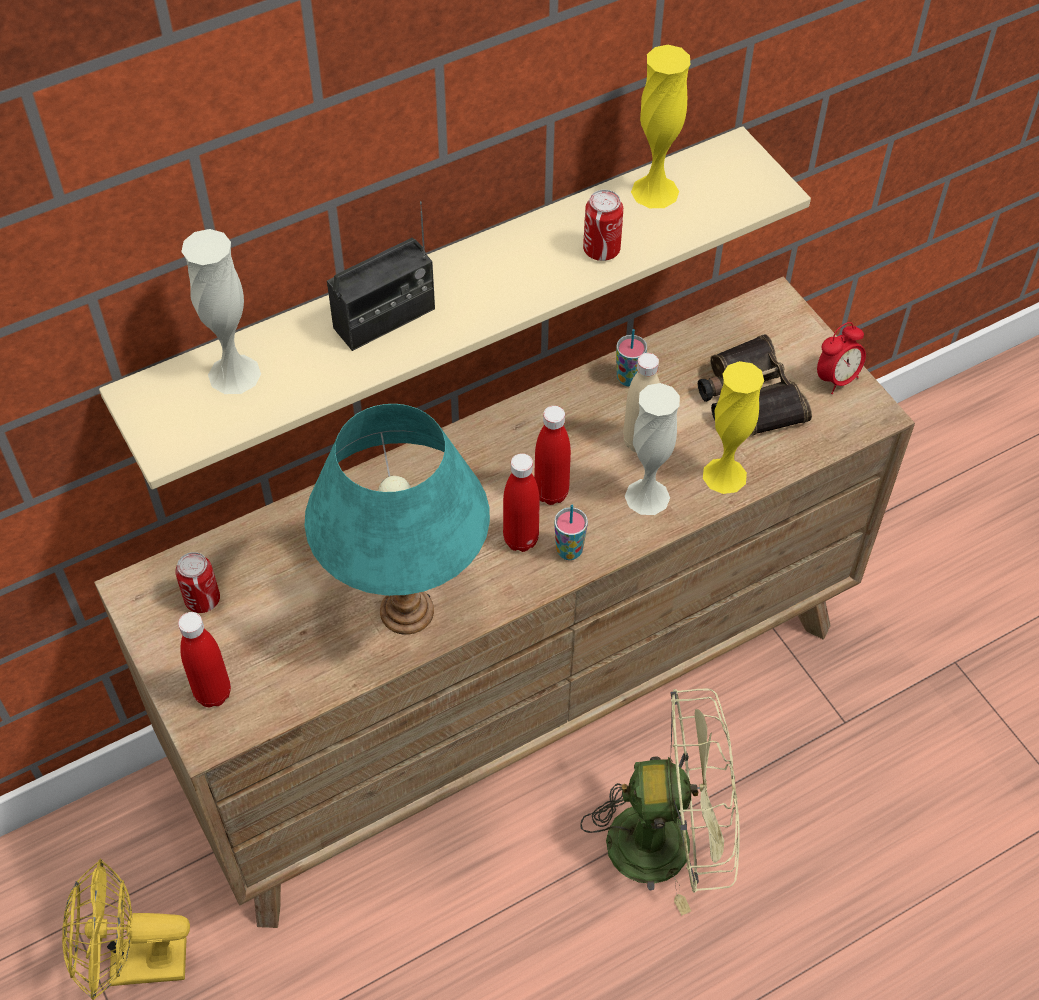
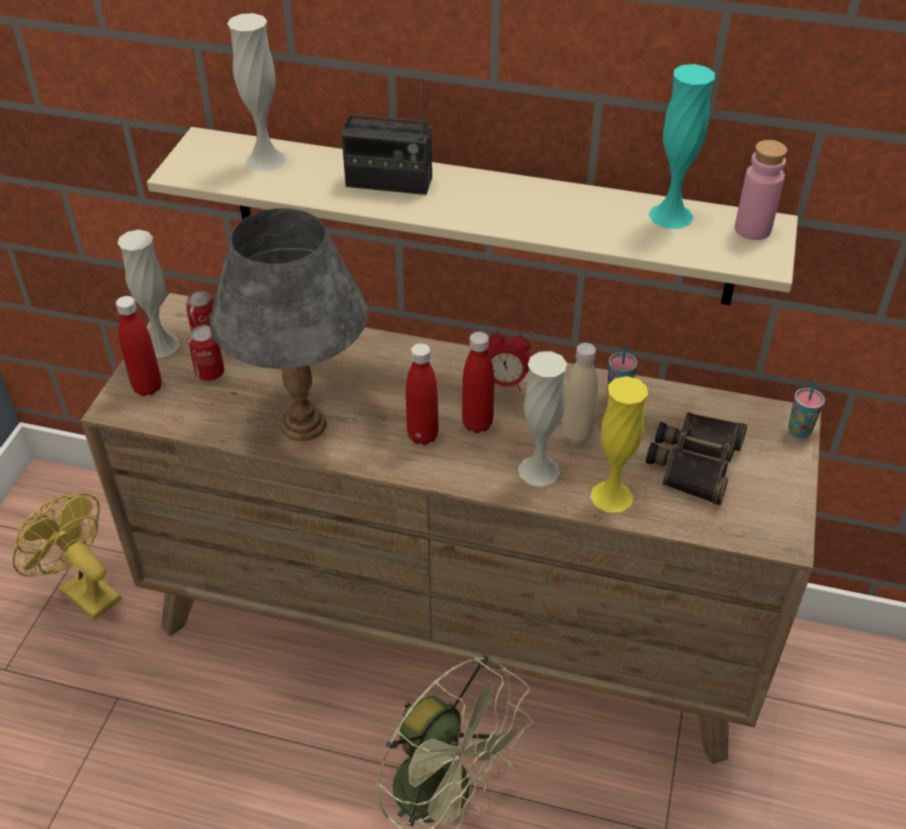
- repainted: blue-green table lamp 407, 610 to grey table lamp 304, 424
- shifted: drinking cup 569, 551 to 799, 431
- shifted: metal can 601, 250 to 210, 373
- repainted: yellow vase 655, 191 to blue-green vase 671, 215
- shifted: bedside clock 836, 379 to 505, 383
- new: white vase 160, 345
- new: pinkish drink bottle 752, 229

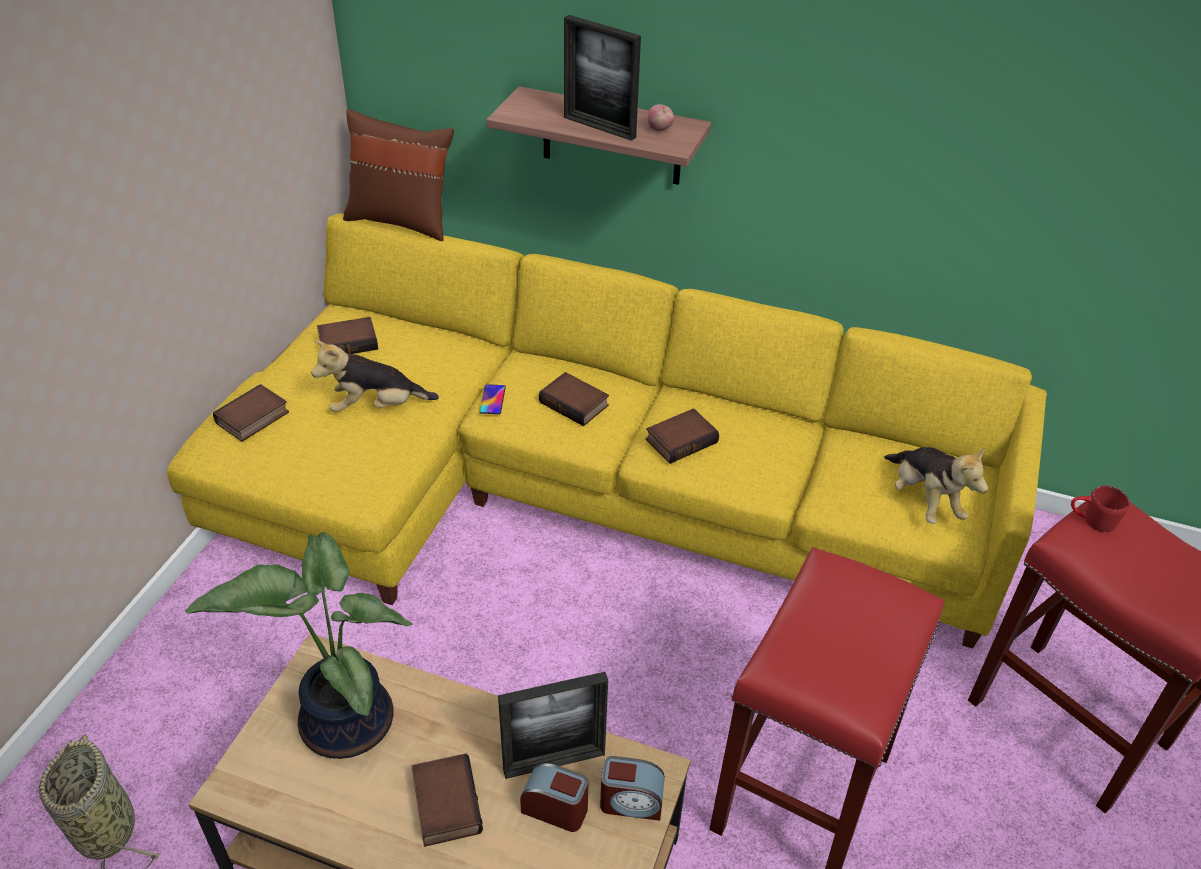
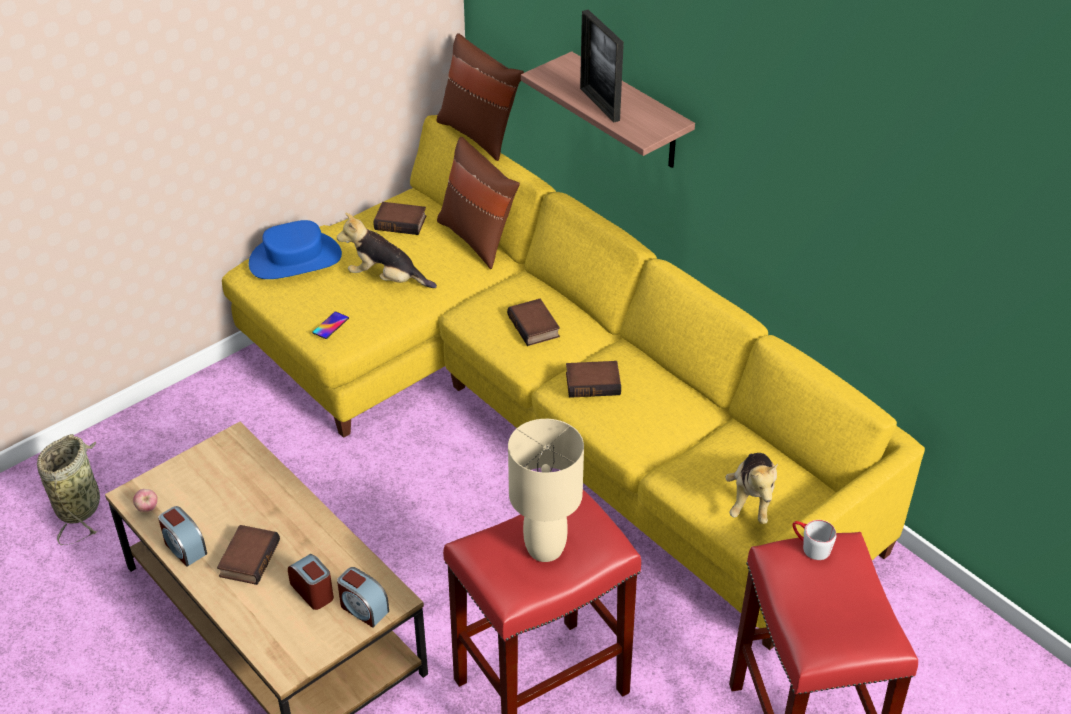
- gone: potted plant 342, 721
- swapped: bound book 253, 419 to blue-coloured clothing hat 295, 259
- shifted: handset 492, 399 to 330, 325
- gone: picture frame 554, 762
- shifted: apple 660, 130 to 147, 508
- repainted: red-coloured tea mug 1091, 520 to grey tea mug 810, 547
- new: bedside clock 184, 548
- new: brown-coloured cushion 478, 238
- new: beige table lamp 545, 549

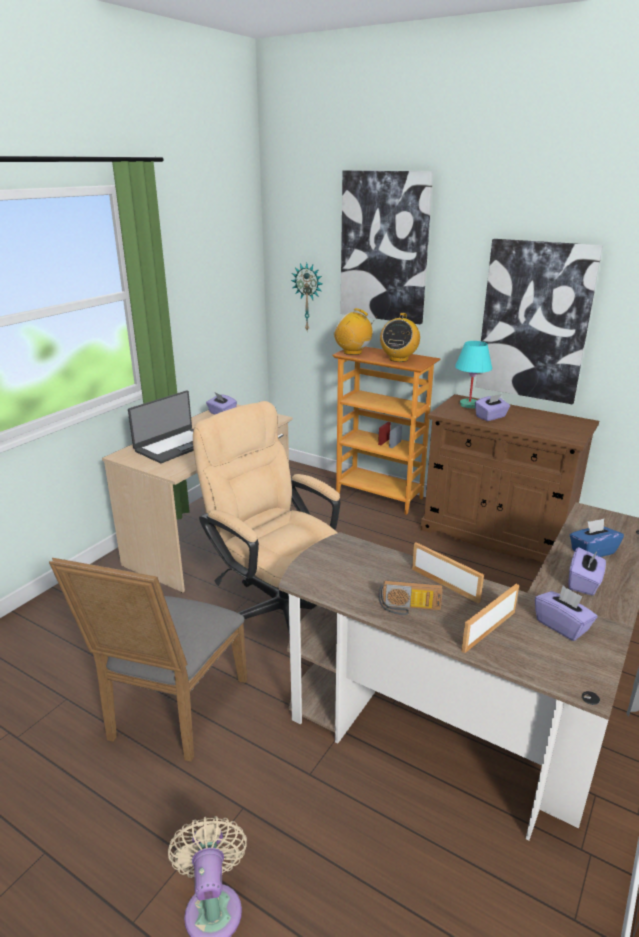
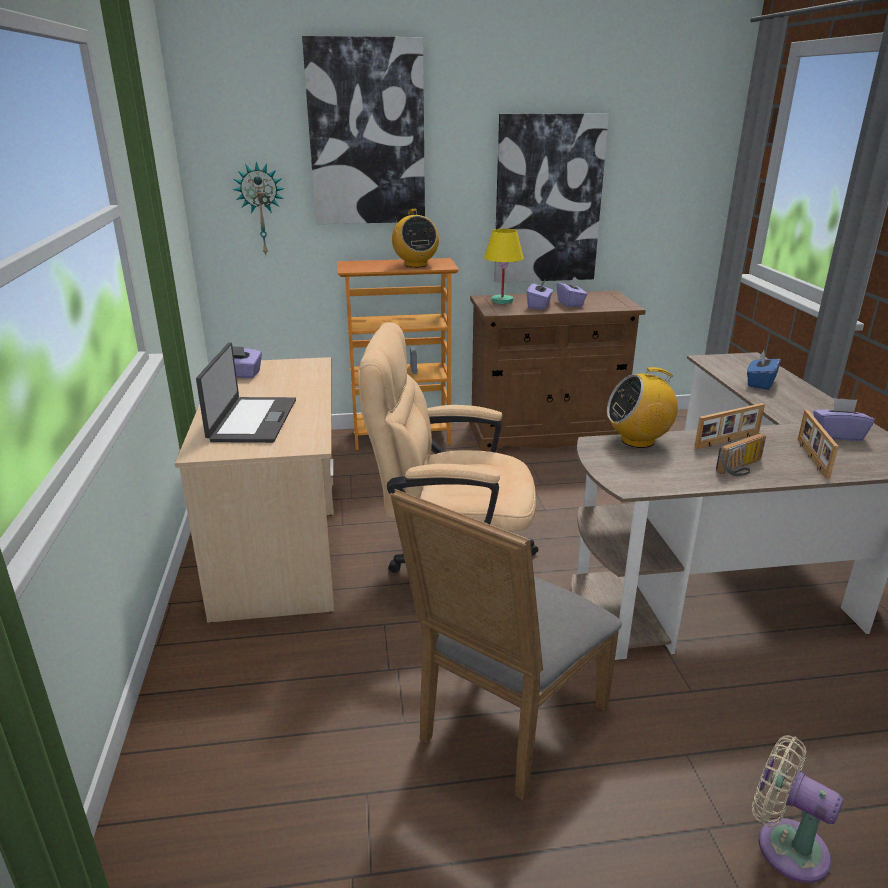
- rotated: grey plain chair 172, 712 = 504, 726 60 degrees clockwise
- shifted: radio receiver 353, 352 to 638, 440
- rotated: picture frame 445, 584 = 728, 441 150 degrees clockwise
- repainted: blue-green table lamp 469, 404 to yellow table lamp 501, 301
- shifted: purplish box of tissues 584, 583 to 570, 303

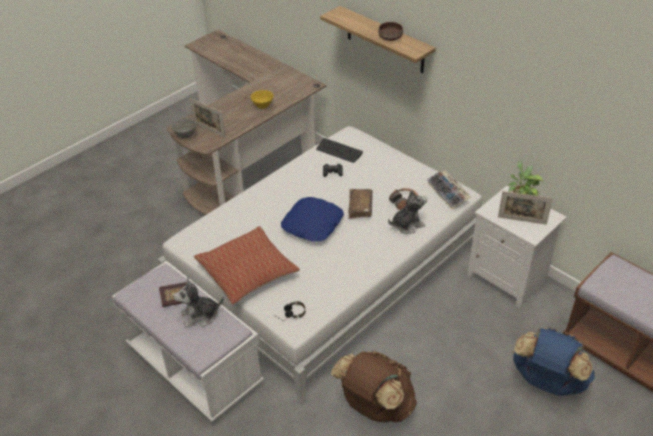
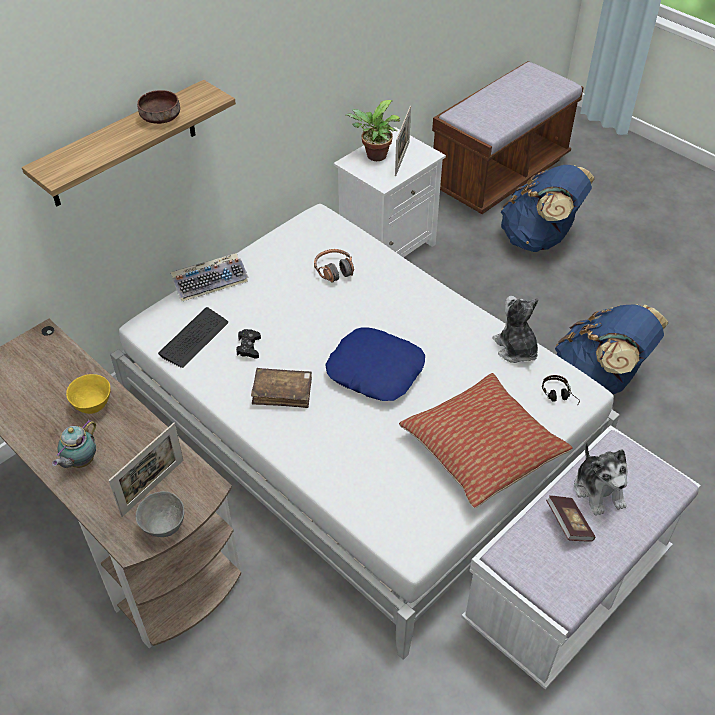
- repainted: brown-coloured knapsack 375, 406 to blue-coloured knapsack 598, 381
- shifted: brown-coloured bound book 360, 207 to 282, 392
- shifted: soft toy 407, 225 to 515, 349
- shifted: PC keyboard 448, 193 to 211, 281
- new: teapot 80, 462

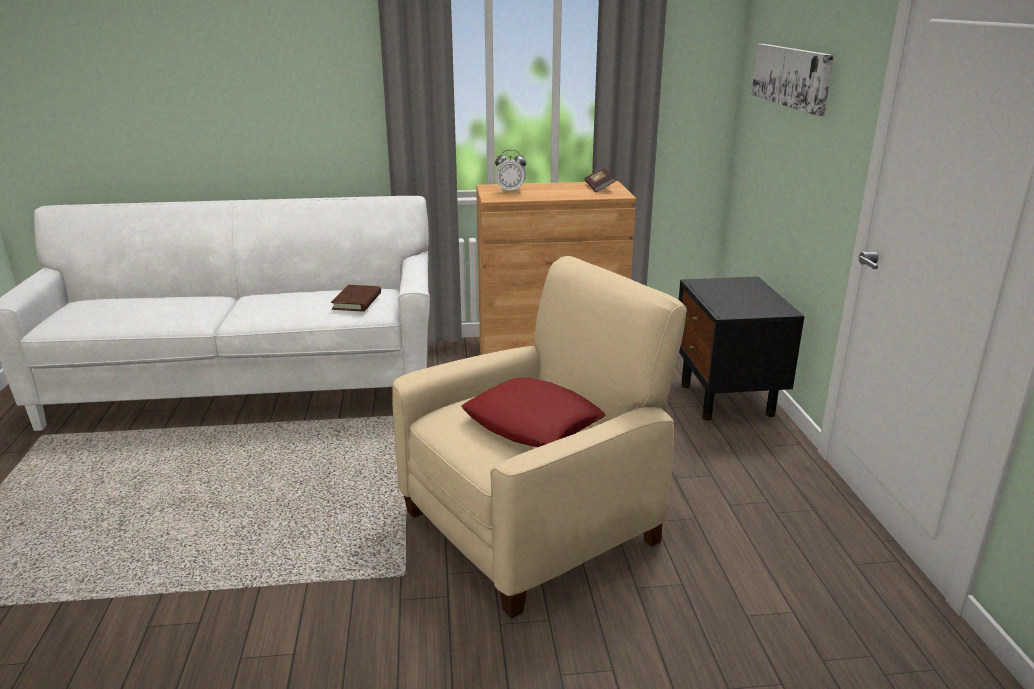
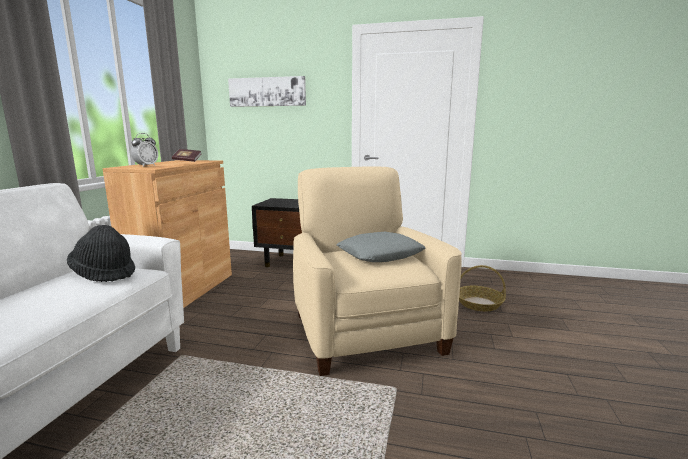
- swapped: brown-coloured bound book 357, 301 to black-coloured clothing hat 105, 274
- repainted: red-coloured cushion 532, 423 to grey cushion 380, 254
- new: household basket 479, 303

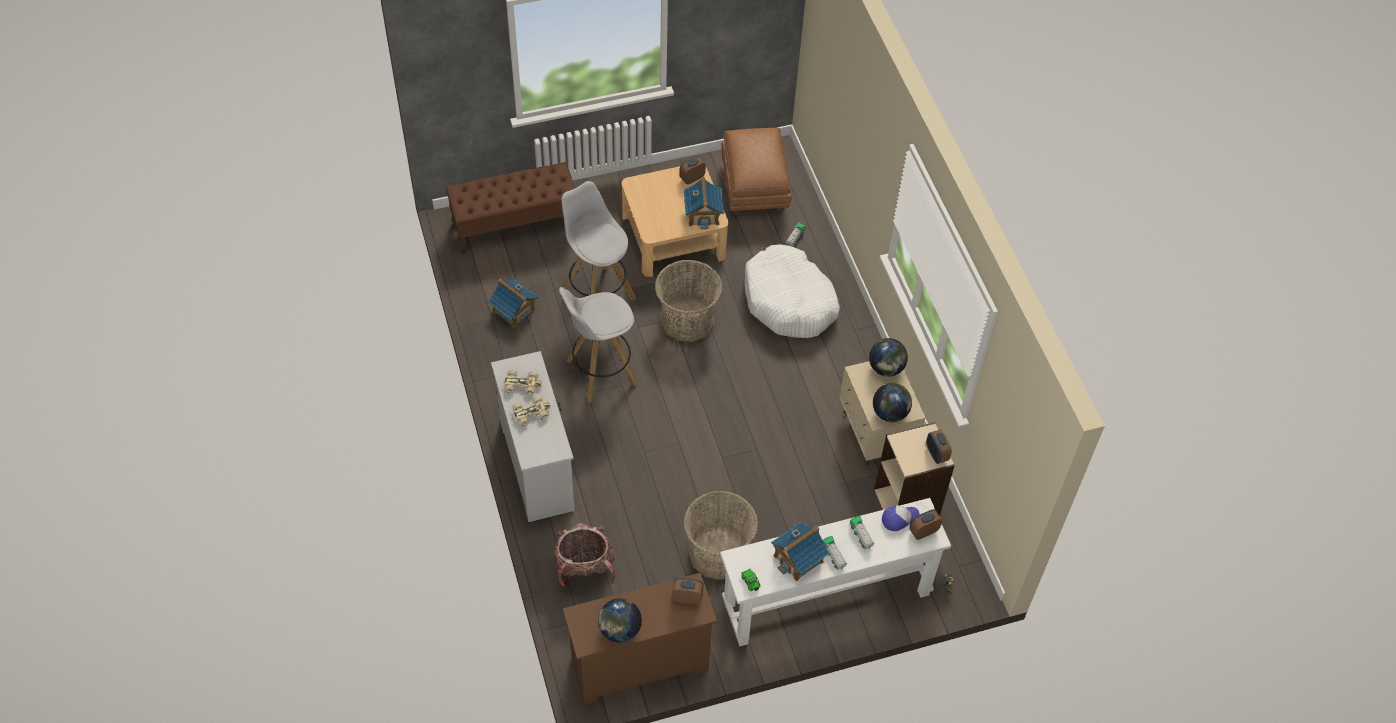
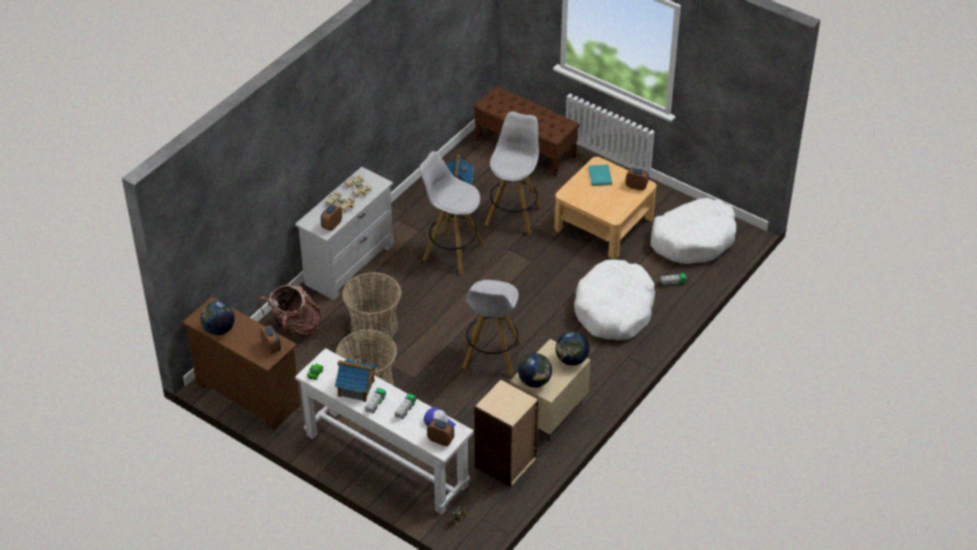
- shifted: household basket 687, 320 to 374, 327
- gone: model house 703, 213
- swapped: brown-coloured ottoman 755, 189 to white pet bed 693, 239
- shifted: bedside clock 936, 454 to 332, 225
- new: white sitting stool 491, 356
- new: blue-green bound book 599, 176

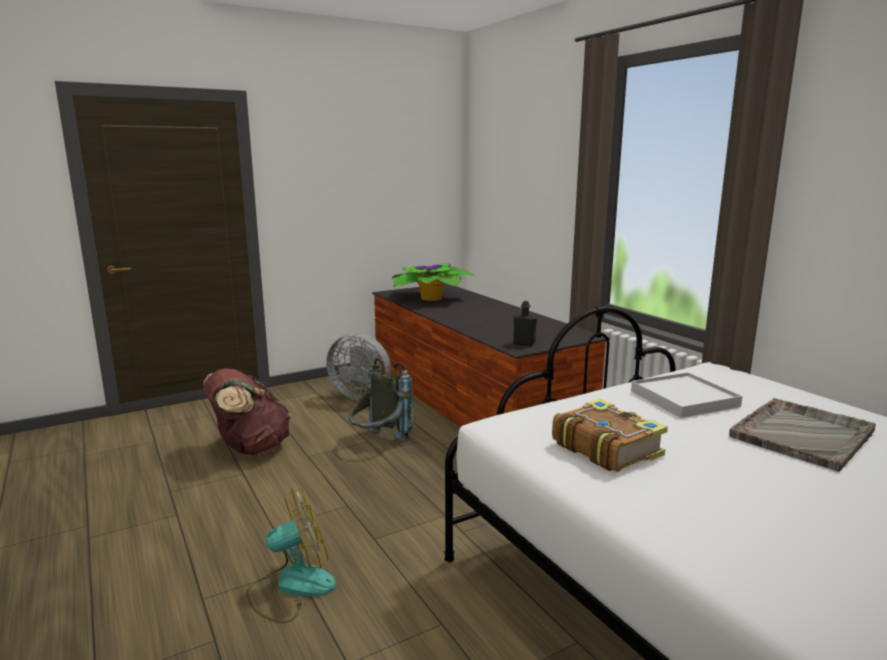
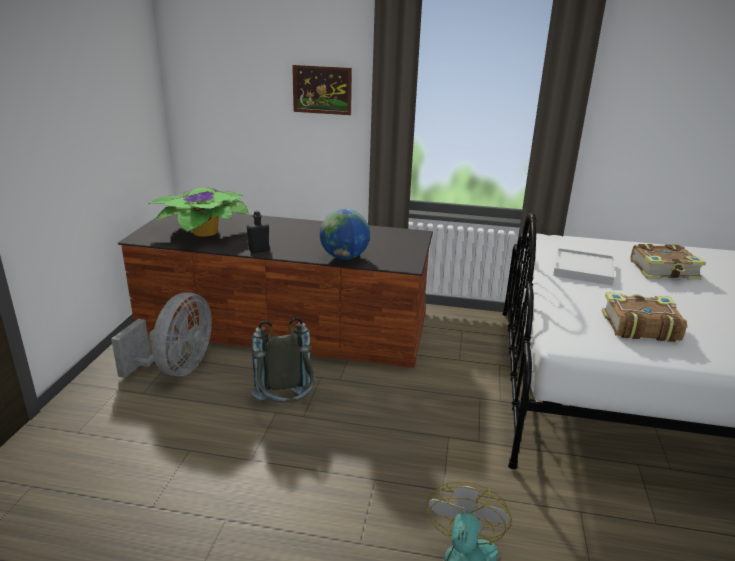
- gone: brown-coloured knapsack 250, 448
- rotated: grey fan 362, 395 = 176, 369 45 degrees counterclockwise
- shifted: black-coloured drink bottle 524, 343 to 259, 250
- swapped: grey tray 802, 434 to bound book 664, 271
- new: picture 322, 90
- new: globe 344, 257

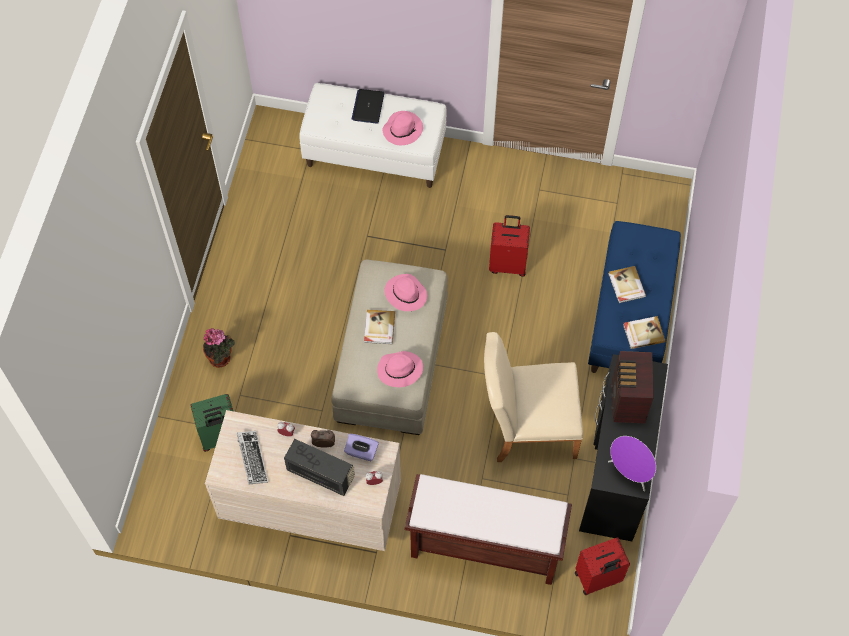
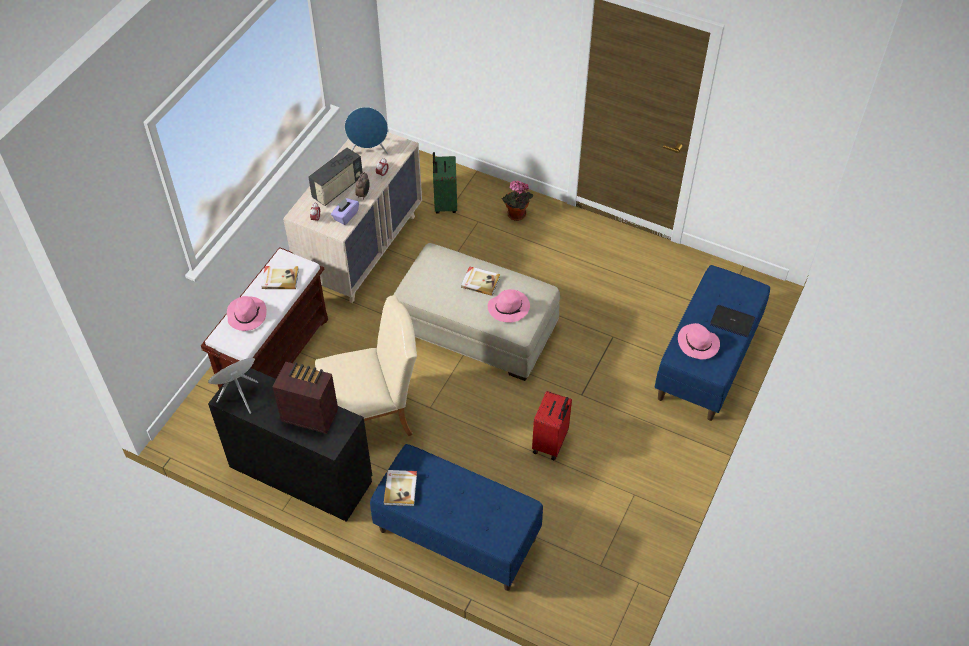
- swapped: PC keyboard 252, 459 to blue-coloured speaker 369, 151
- repainted: white bench 375, 154 to blue-coloured bench 707, 362
- shifted: pinkish clothing hat 399, 370 to 246, 315
- rotated: beige plain chair 526, 426 = 373, 414 60 degrees clockwise
- gone: red-coloured piece of luggage 598, 578
- shifted: bound book 626, 285 to 280, 278

